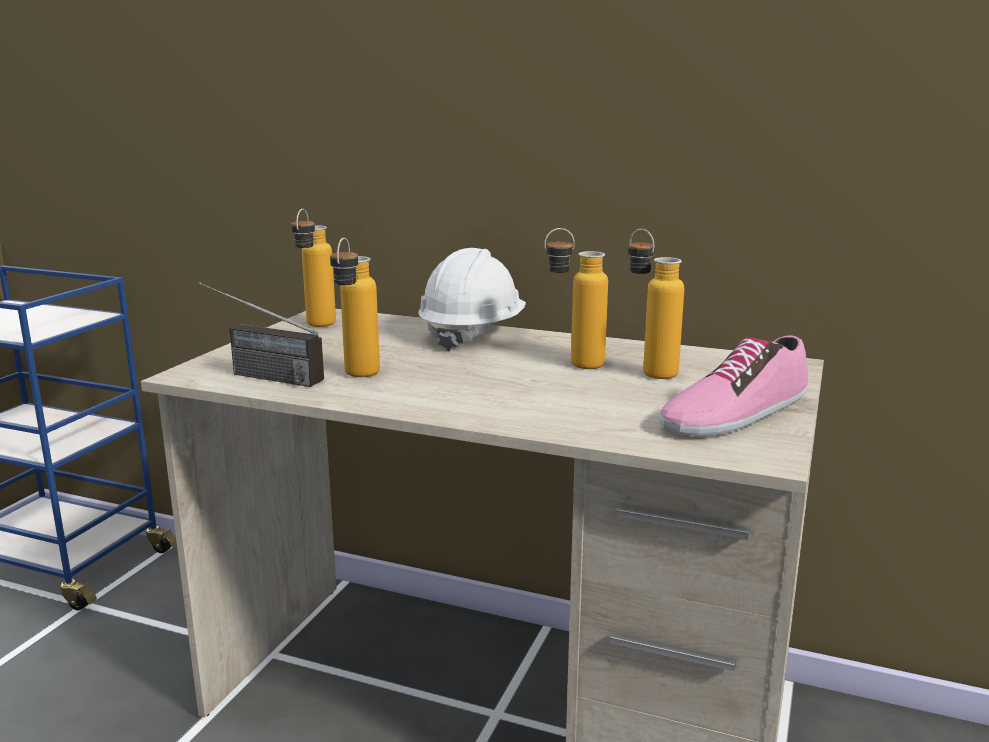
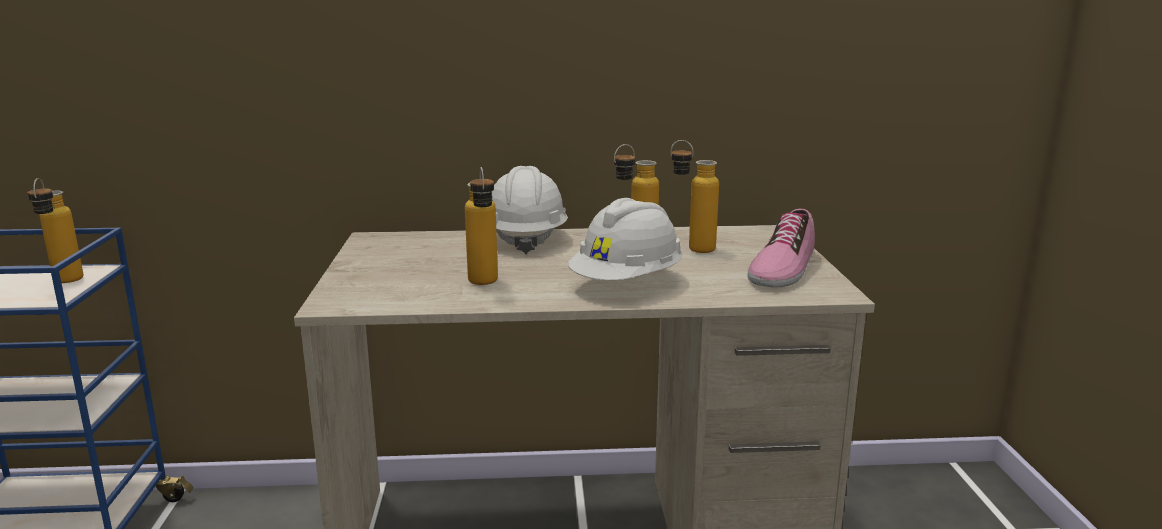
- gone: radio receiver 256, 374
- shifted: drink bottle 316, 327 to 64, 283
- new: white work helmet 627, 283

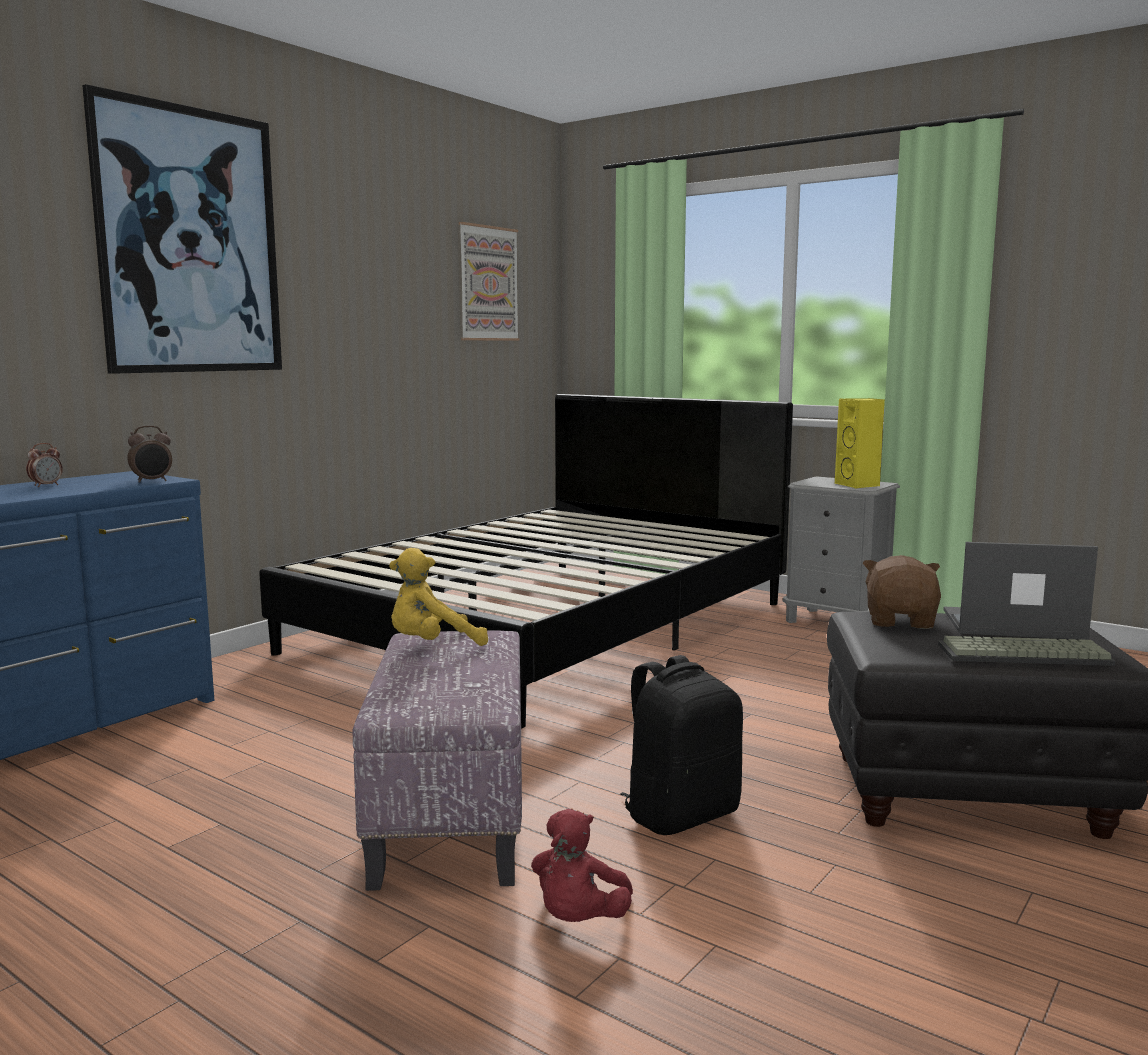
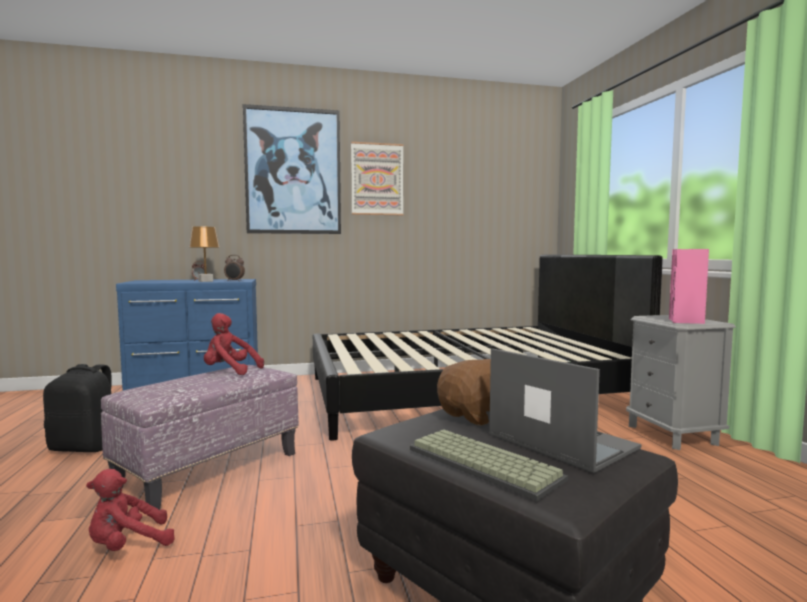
- repainted: yellow soft toy 432, 646 to red-coloured soft toy 229, 371
- shifted: picture 488, 284 to 377, 179
- shifted: black-coloured knapsack 680, 815 to 85, 447
- repainted: yellow speaker 858, 485 to pinkish speaker 686, 321
- new: brown-coloured table lamp 206, 281

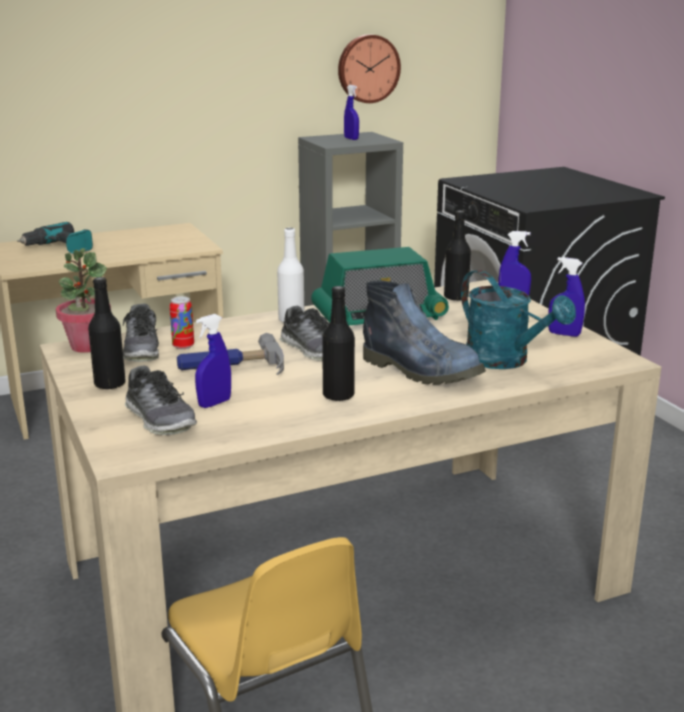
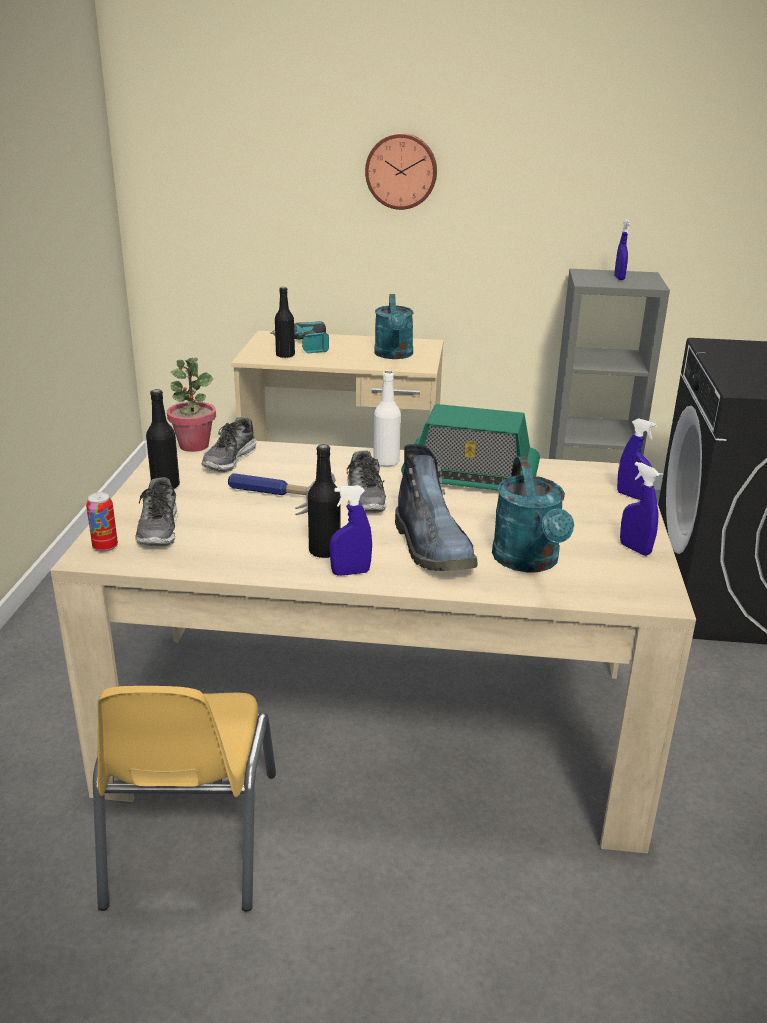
- shifted: metal can 183, 346 to 105, 547
- shifted: blue-coloured spray bottle 214, 403 to 350, 572
- shifted: hanging clock 367, 68 to 401, 171
- shifted: black-coloured drink bottle 456, 297 to 285, 355
- new: blue-green sprinkling can 394, 355

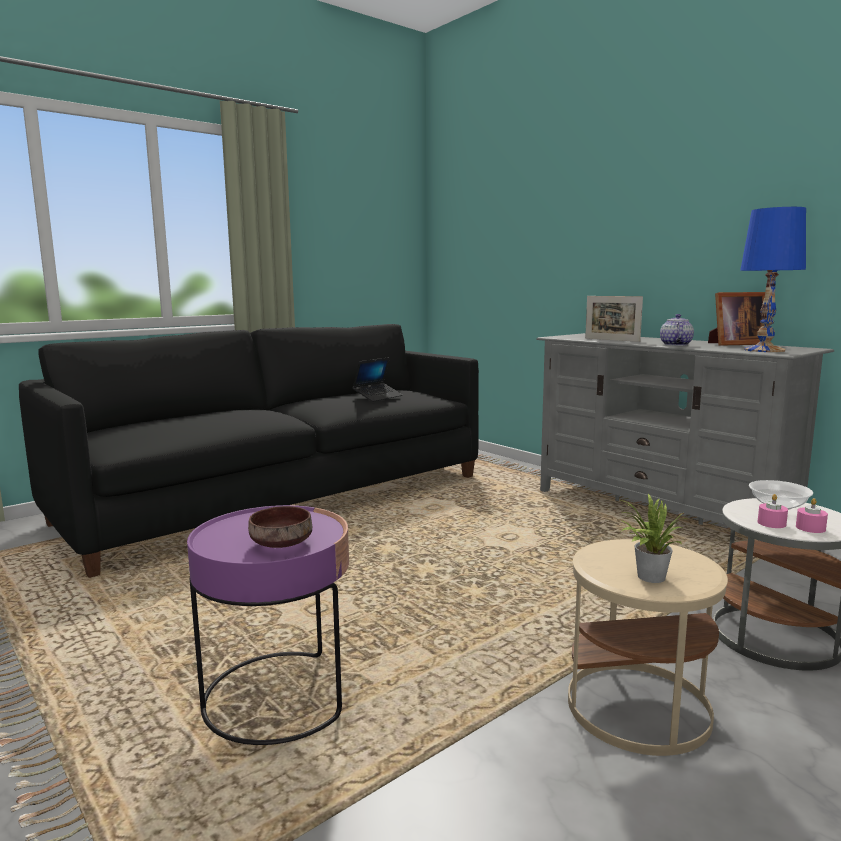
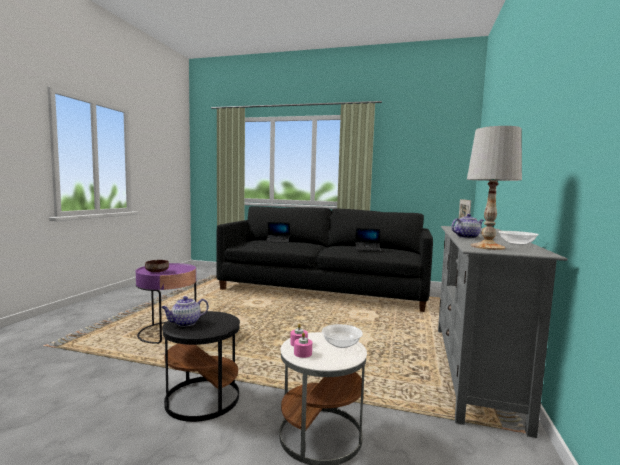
- repainted: beige accent table 639, 707 to black-coloured accent table 202, 399
- swapped: potted plant 647, 577 to teapot 185, 323
- swapped: picture frame 735, 344 to deep dish 517, 243
- repainted: blue-coloured table lamp 763, 350 to white table lamp 487, 247
- new: portable computer 278, 241

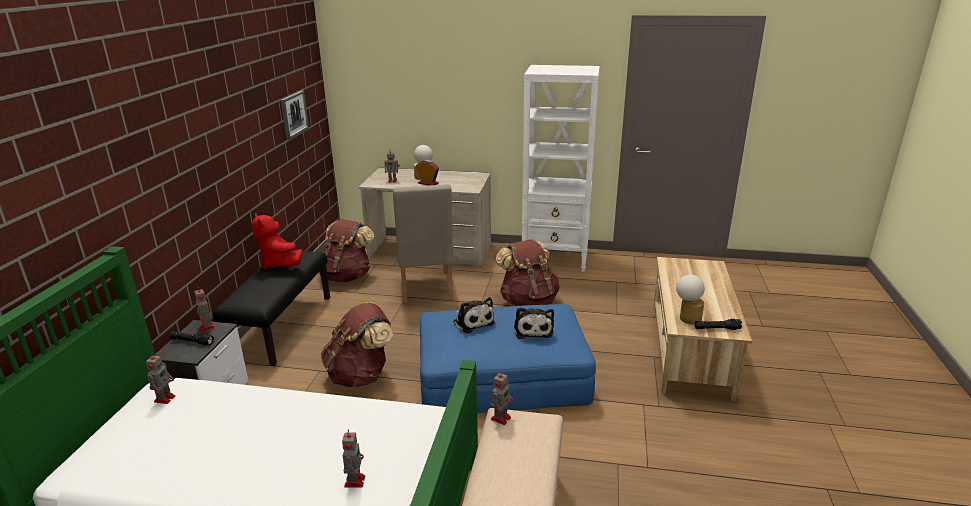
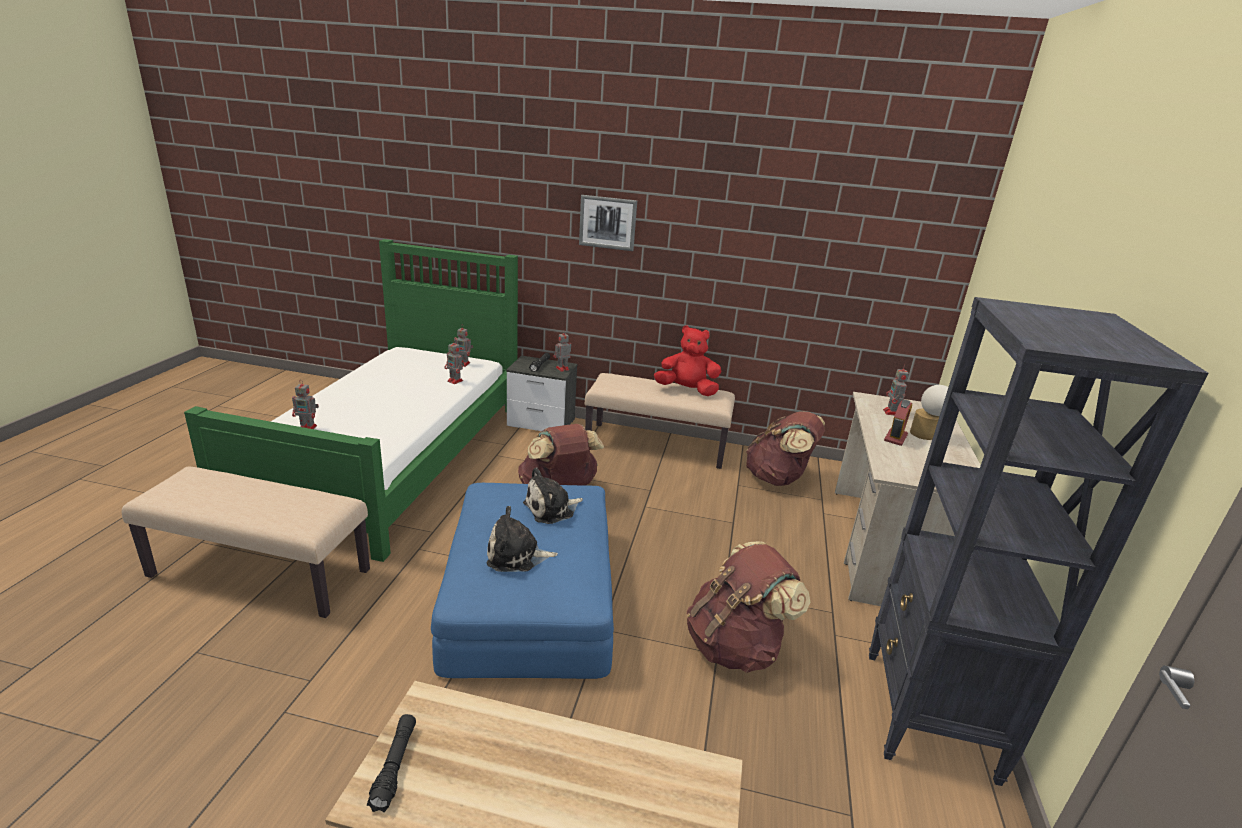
- repainted: black-coloured bench 281, 327 to beige bench 656, 445
- rotated: red-coloured soft toy 280, 264 = 687, 390 45 degrees clockwise
- shifted: picture 294, 114 to 608, 222
- gone: beige plain chair 426, 290
- shifted: toy robot 501, 417 to 455, 381
- repainted: white shelving unit 556, 259 to black-coloured shelving unit 928, 715
- gone: table lamp 687, 317

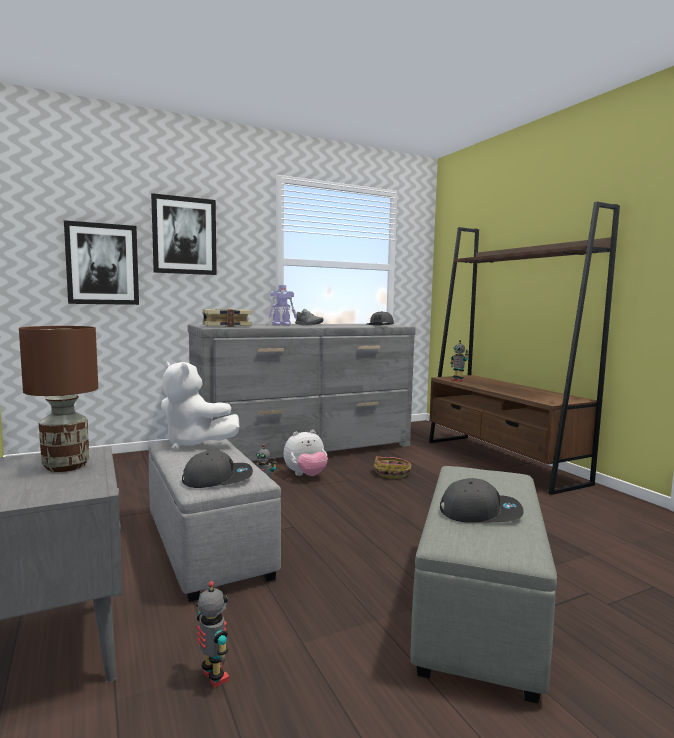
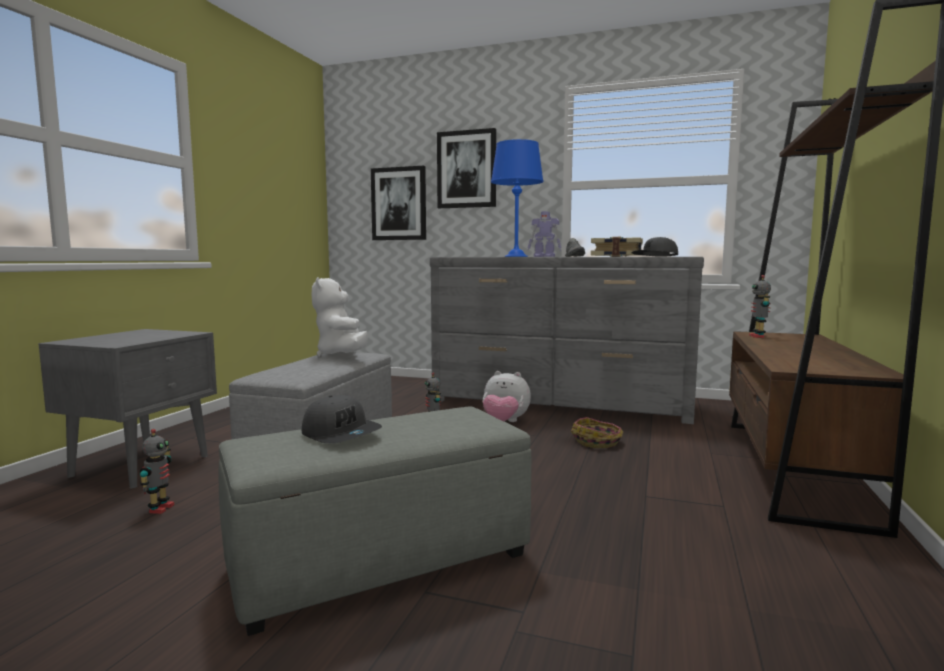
- gone: brown-coloured table lamp 67, 466
- gone: grey cap 218, 478
- shifted: bound book 226, 326 to 616, 256
- new: blue-coloured table lamp 516, 256

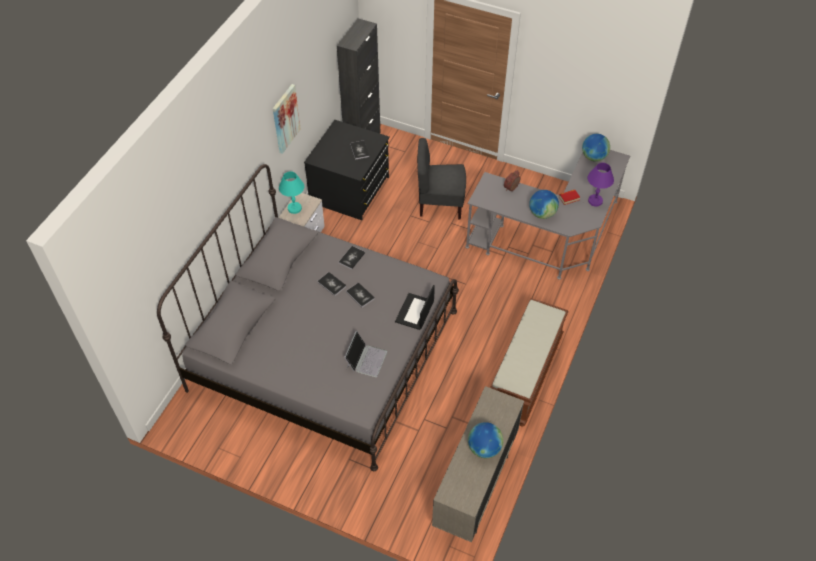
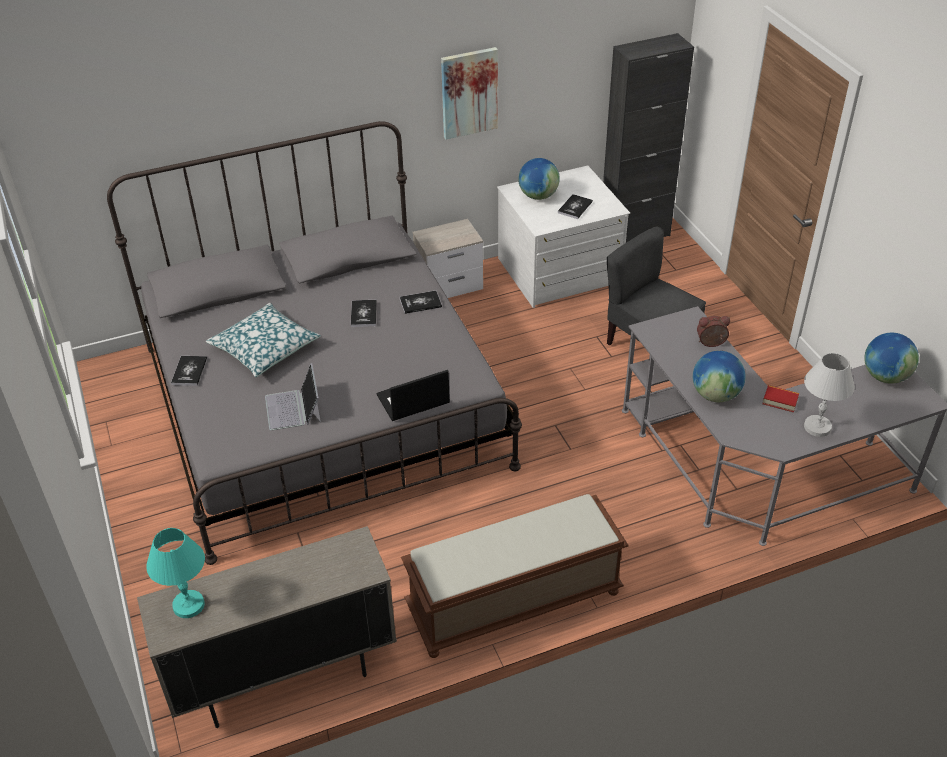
- shifted: blue-green table lamp 294, 208 to 188, 605
- repainted: black-coloured chest of drawers 350, 190 to white chest of drawers 559, 272
- rotated: portable computer 366, 359 = 294, 409 105 degrees clockwise
- shifted: bound book 360, 295 to 189, 371
- shifted: globe 484, 448 to 538, 196
- repainted: purplish table lamp 595, 201 to white table lamp 817, 426
- new: cushion 265, 348

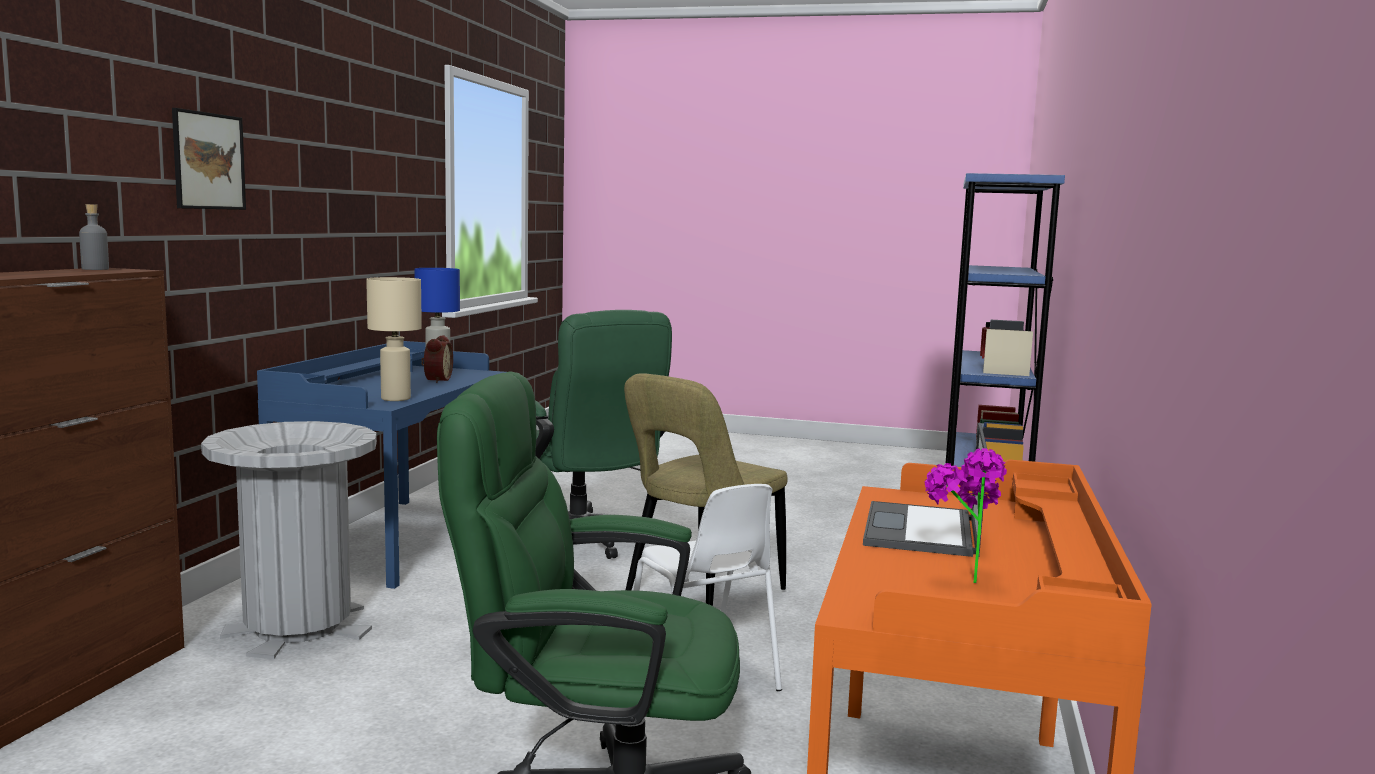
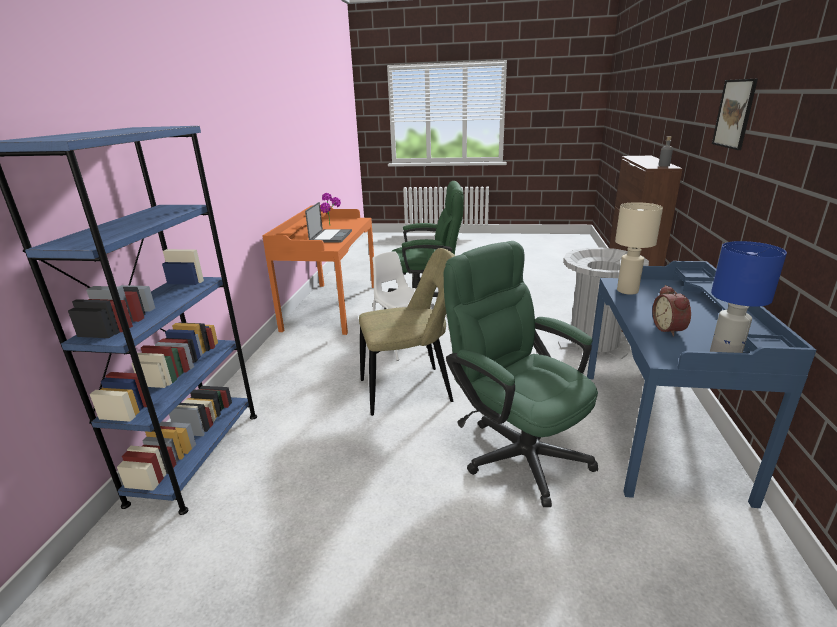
- rotated: beige plain chair 699, 598 = 410, 390 45 degrees clockwise

